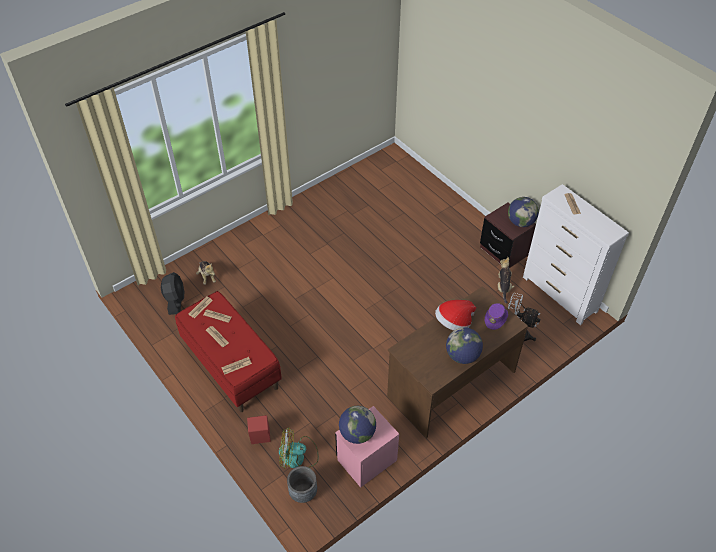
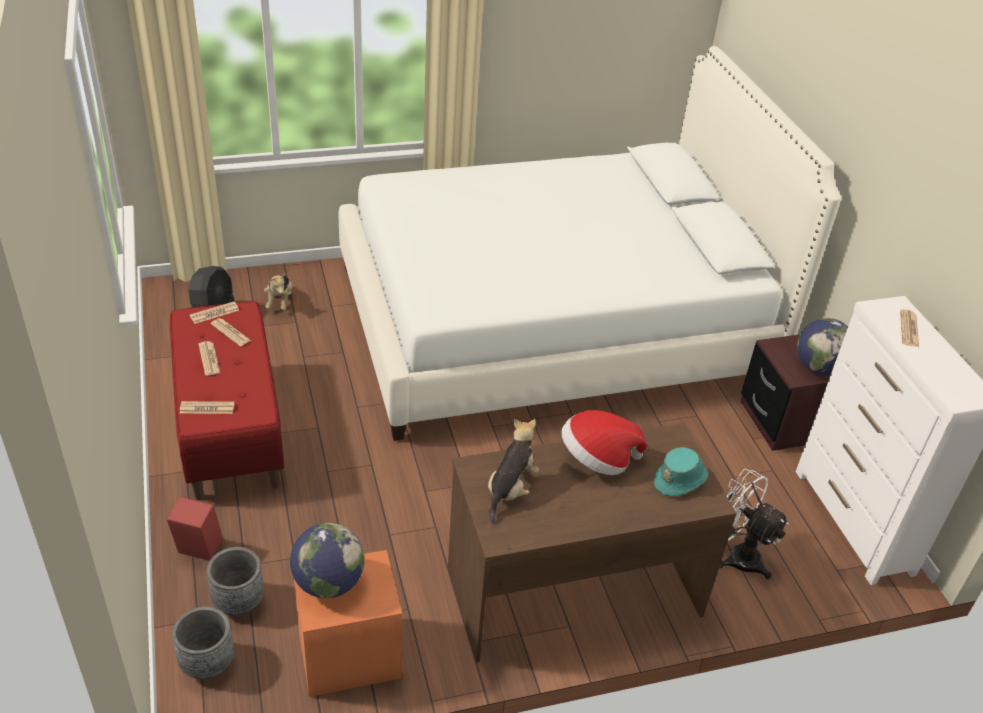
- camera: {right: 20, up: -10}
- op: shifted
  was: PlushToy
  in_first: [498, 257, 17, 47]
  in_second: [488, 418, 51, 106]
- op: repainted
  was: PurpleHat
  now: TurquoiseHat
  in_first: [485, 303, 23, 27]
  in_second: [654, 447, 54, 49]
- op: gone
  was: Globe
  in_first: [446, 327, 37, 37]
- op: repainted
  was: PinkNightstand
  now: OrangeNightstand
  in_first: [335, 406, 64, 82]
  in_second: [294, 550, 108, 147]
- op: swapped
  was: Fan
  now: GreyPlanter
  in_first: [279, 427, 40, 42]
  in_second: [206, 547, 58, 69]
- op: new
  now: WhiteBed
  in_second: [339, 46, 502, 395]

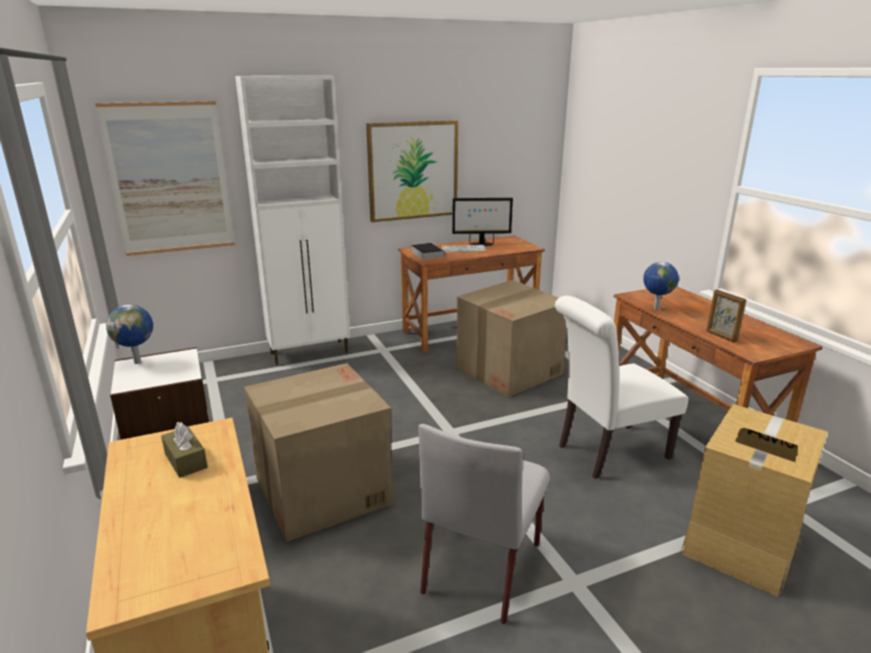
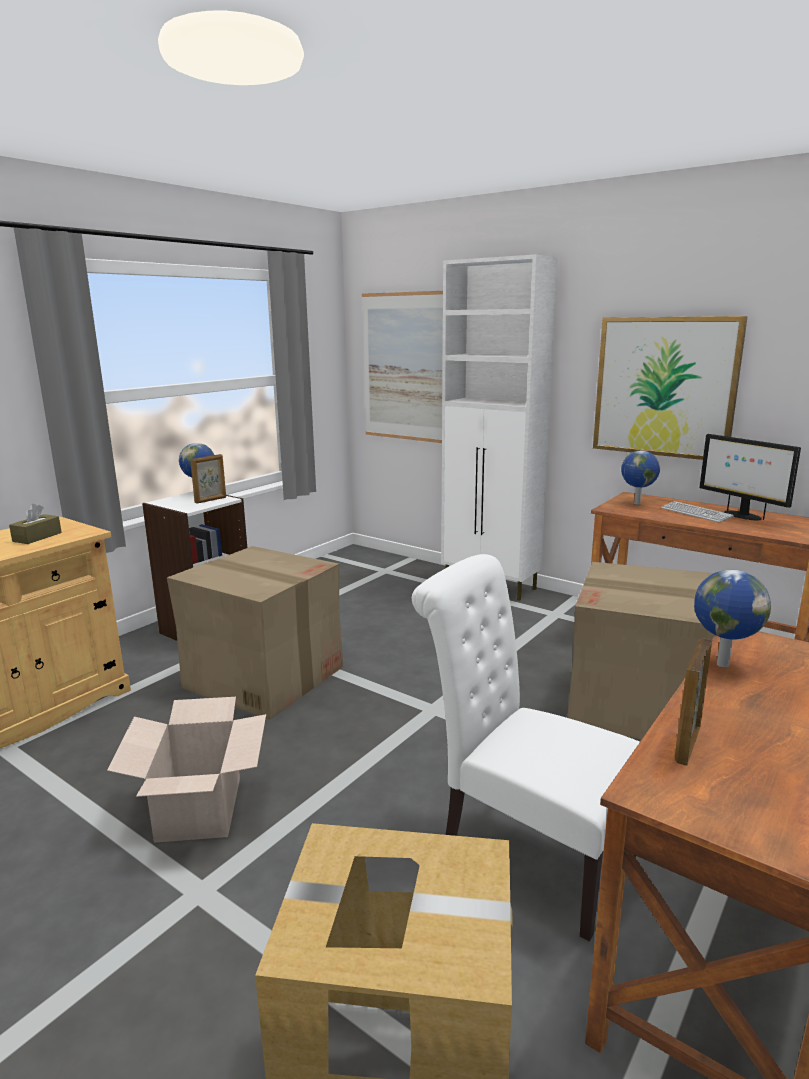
- camera: {right: 60, up: -5}
- op: swapped
  was: Book
  now: Globe
  in_first: [411, 243, 34, 16]
  in_second: [621, 450, 39, 55]
- op: swapped
  was: GreyChair
  now: CardboardBox
  in_first: [418, 424, 132, 200]
  in_second: [107, 697, 159, 146]
- op: new
  now: PictureFrame
  in_second: [190, 454, 36, 50]

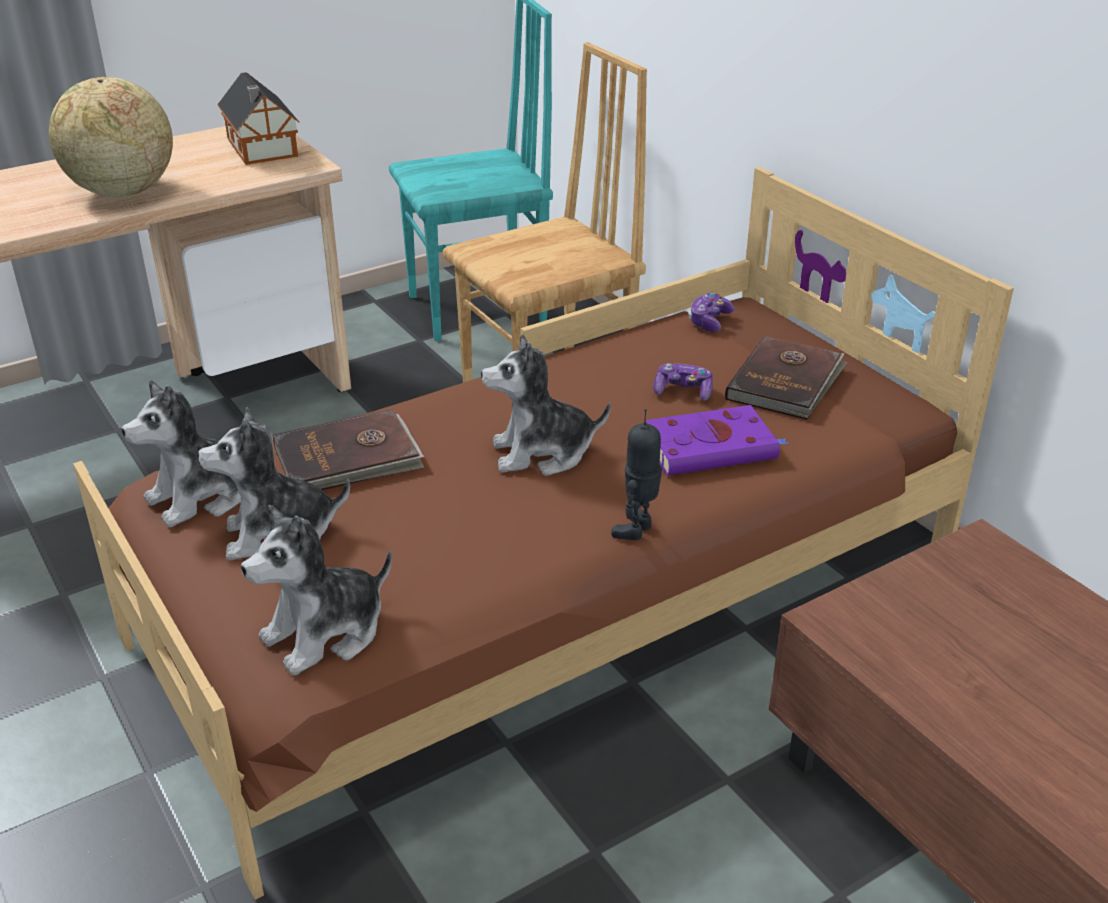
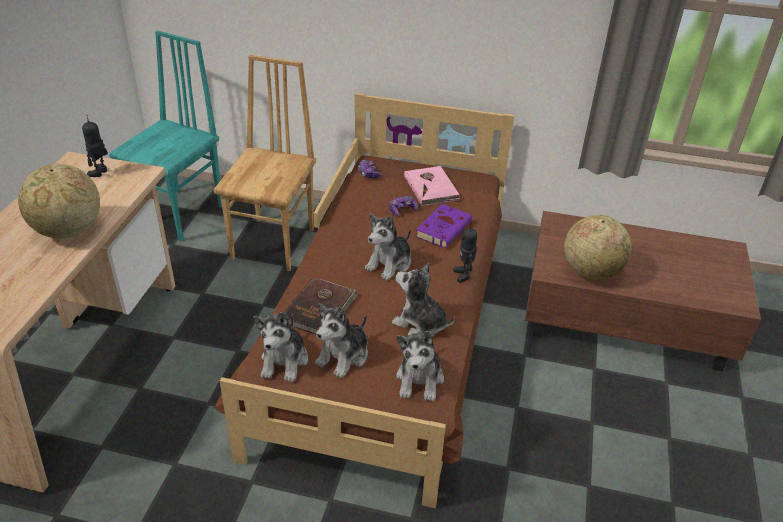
- camera: {right: -45, up: 5}
- op: swapped
  was: ToyHouse
  now: ToyRobot
  in_first: [218, 72, 81, 93]
  in_second: [82, 115, 26, 62]
- op: repainted
  was: BrownBook
  now: PinkBook
  in_first: [725, 336, 123, 84]
  in_second: [404, 166, 56, 40]
- op: new
  now: Globe
  in_second: [564, 215, 68, 65]
- op: new
  now: PlushToy
  in_second: [392, 263, 63, 73]

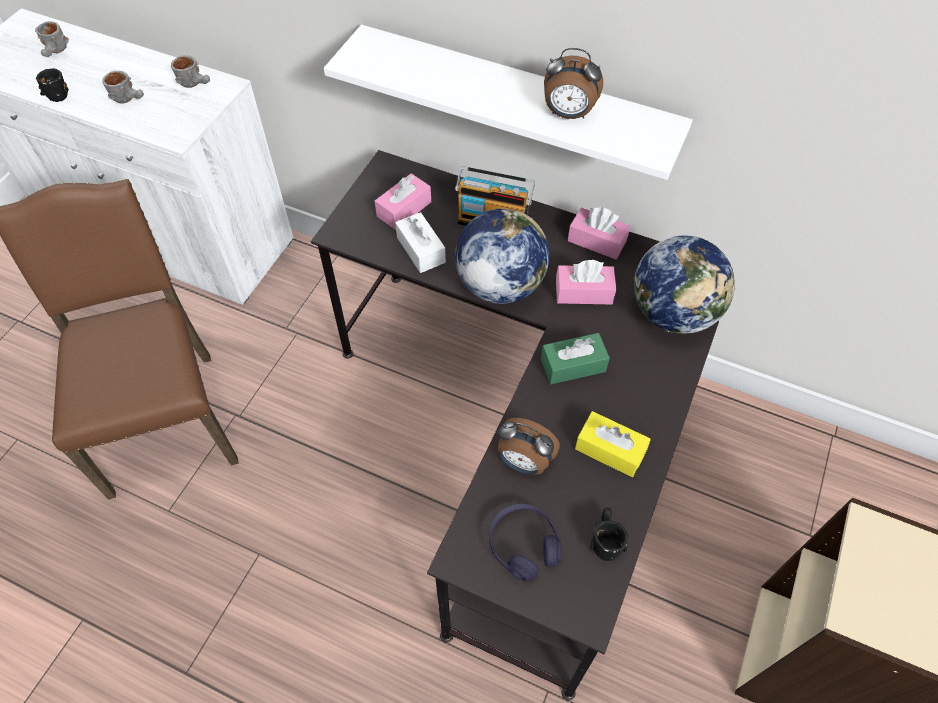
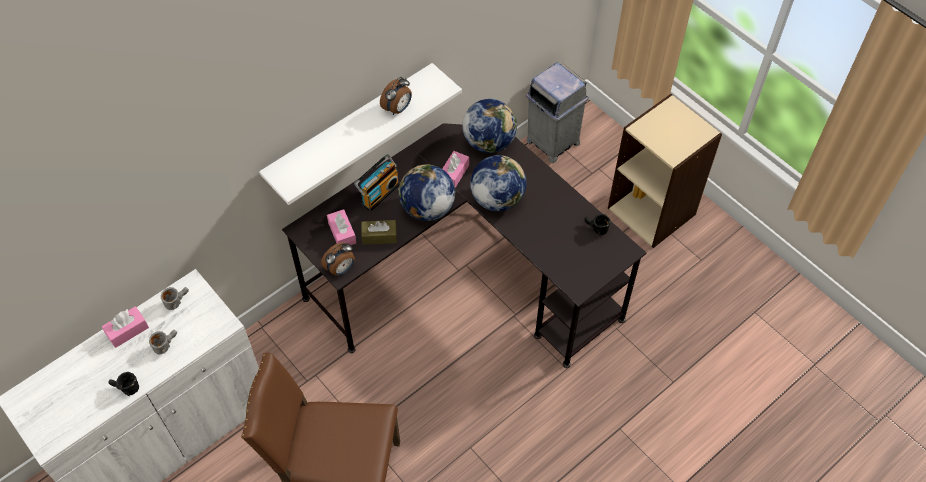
- camera: {right: -65, up: 0}
- op: gone
  was: GreyMug
  in_first: [35, 21, 34, 36]
- op: shifted
  was: PinkTissueBox
  in_first: [568, 207, 62, 52]
  in_second: [102, 306, 47, 42]
- op: repainted
  was: WhiteTissueBox
  now: BrownTissueBox
  in_first: [395, 212, 51, 61]
  in_second: [361, 220, 36, 25]
- op: swapped
  was: GreenTissueBox
  now: Globe
  in_first: [541, 333, 69, 51]
  in_second: [470, 155, 56, 56]
- op: gone
  was: YellowTissueBox
  in_first: [575, 411, 76, 66]
- op: shifted
  was: AlarmClock
  in_first: [497, 418, 63, 57]
  in_second: [321, 242, 34, 34]
- op: gone
  was: PurpleHeadphones
  in_first: [489, 504, 73, 78]
- op: new
  now: GreyTrashCan
  in_second: [526, 63, 63, 100]

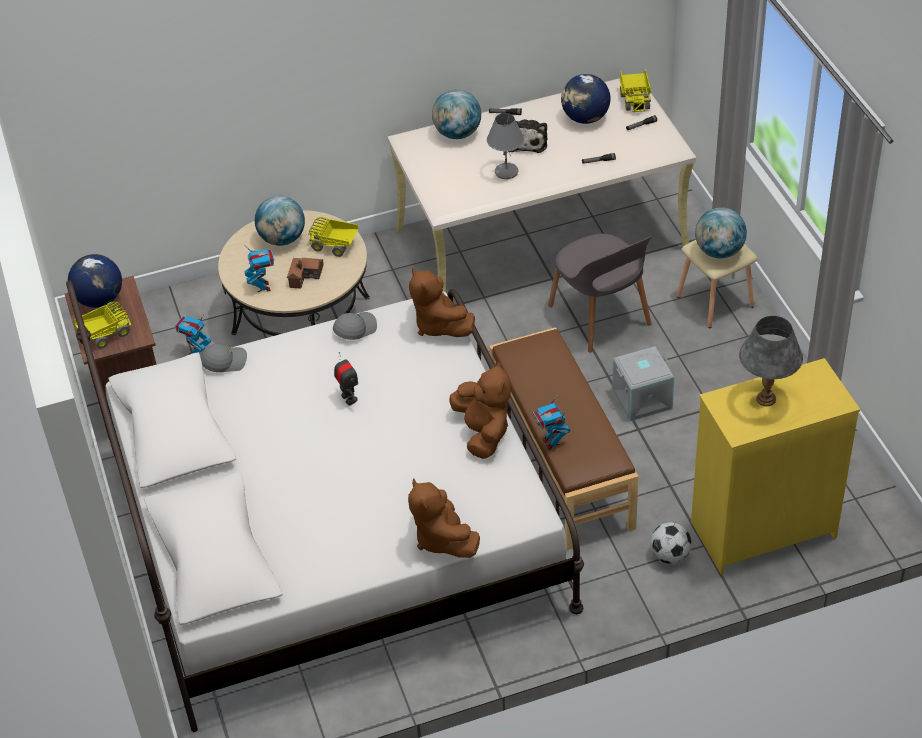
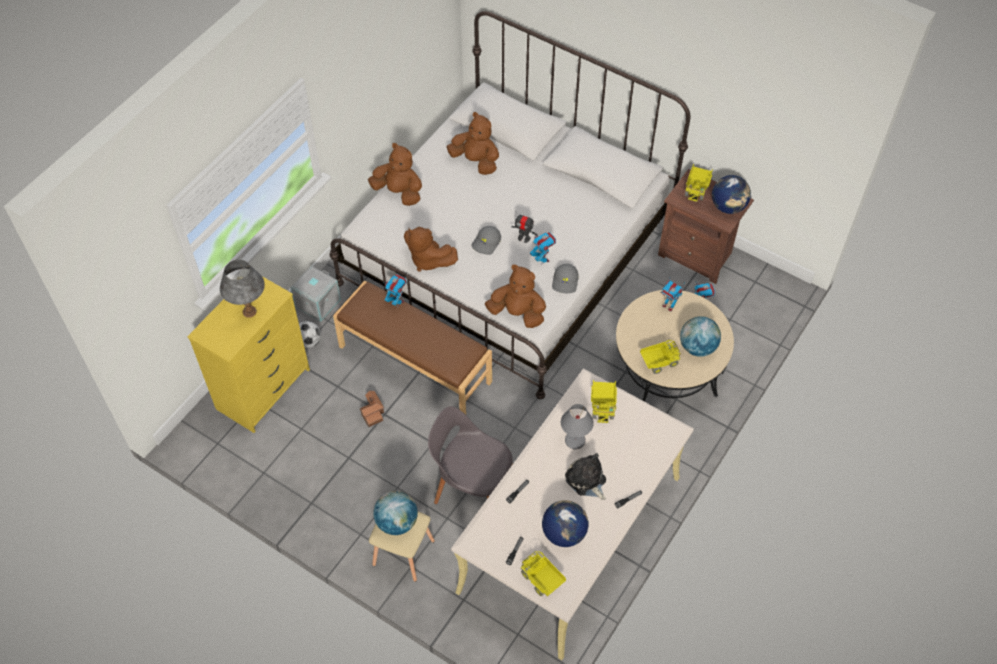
- camera: {right: 140, up: 10}
- op: gone
  was: Globe
  in_first: [432, 90, 49, 49]
- op: shifted
  was: ToyHouse
  in_first: [287, 258, 37, 31]
  in_second: [360, 391, 24, 36]
- op: shifted
  was: GreyCap
  in_first: [200, 344, 47, 28]
  in_second: [471, 226, 30, 29]
- op: shifted
  was: GreyStorageBox
  in_first: [612, 346, 63, 75]
  in_second: [291, 266, 50, 56]
- op: new
  now: BrownPlushToy
  in_second: [446, 112, 53, 63]
- op: new
  now: ToyRobot
  in_second: [530, 232, 26, 32]
- op: new
  now: ToyTruck
  in_second: [591, 380, 26, 43]

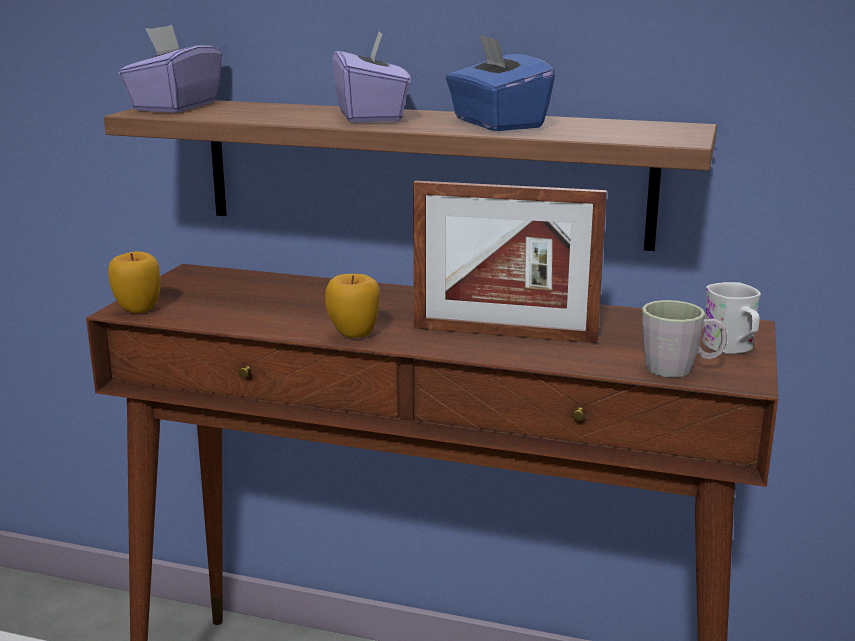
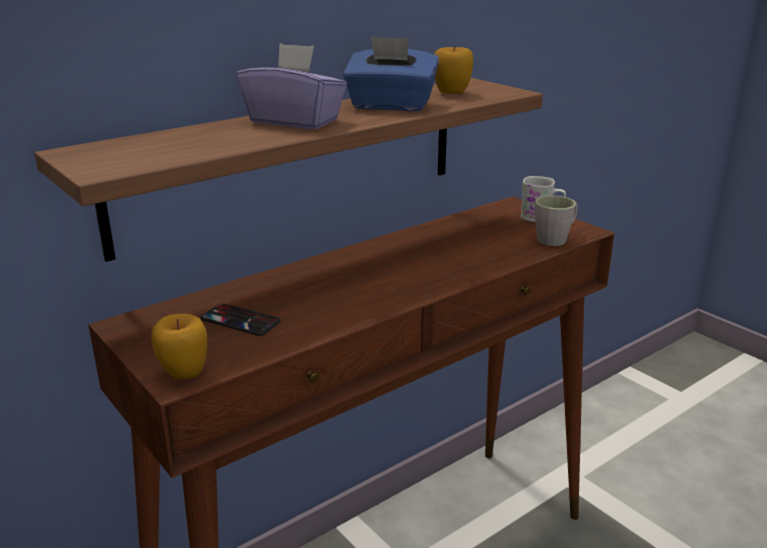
- camera: {right: -55, up: 5}
- op: gone
  was: PurpleTissueBox
  in_first: [118, 25, 104, 88]
- op: gone
  was: PictureFrame
  in_first: [413, 181, 194, 162]
- op: shifted
  was: Apple
  in_first: [325, 274, 55, 64]
  in_second: [434, 46, 39, 48]
- op: new
  now: Phone
  in_second: [201, 303, 80, 33]

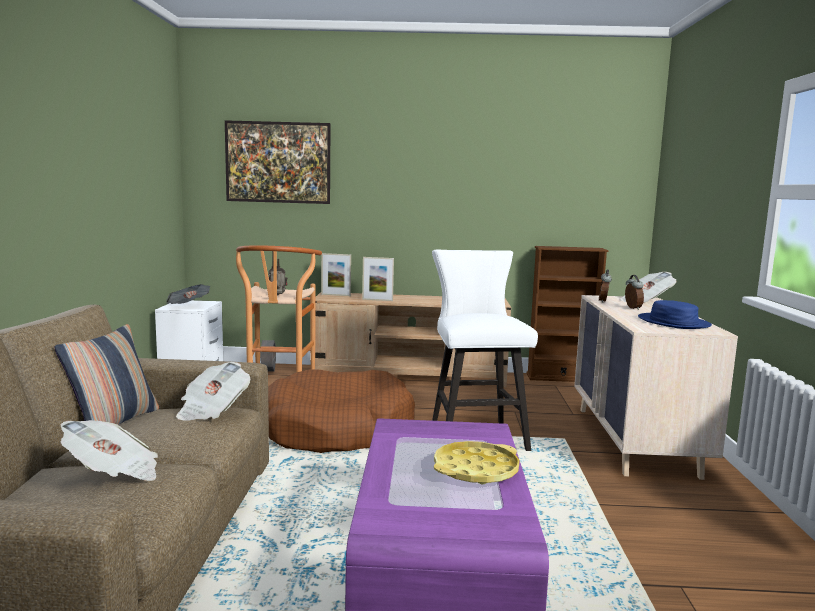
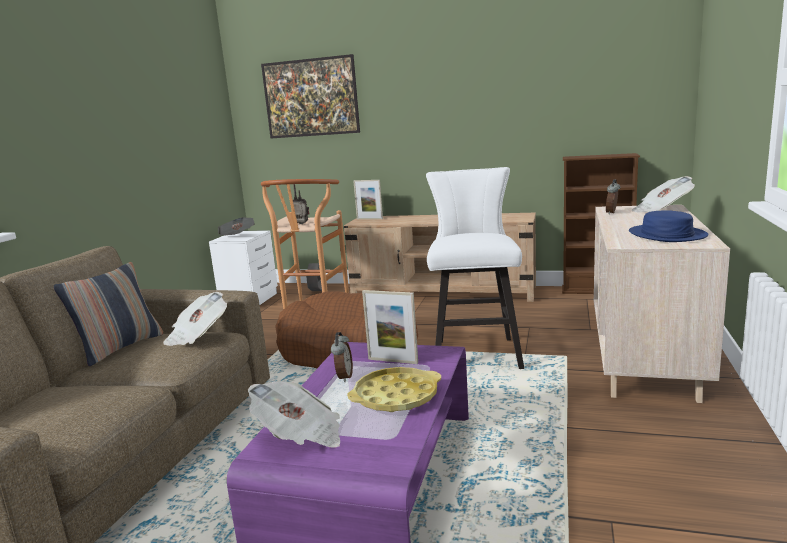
- camera: {right: 15, up: 5}
- op: shifted
  was: PictureFrame
  in_first: [362, 257, 32, 44]
  in_second: [362, 290, 56, 74]
- op: shifted
  was: AlarmClock
  in_first: [625, 275, 19, 35]
  in_second: [331, 332, 22, 50]
- op: shifted
  was: Newspaper
  in_first: [61, 420, 97, 61]
  in_second: [248, 381, 92, 67]

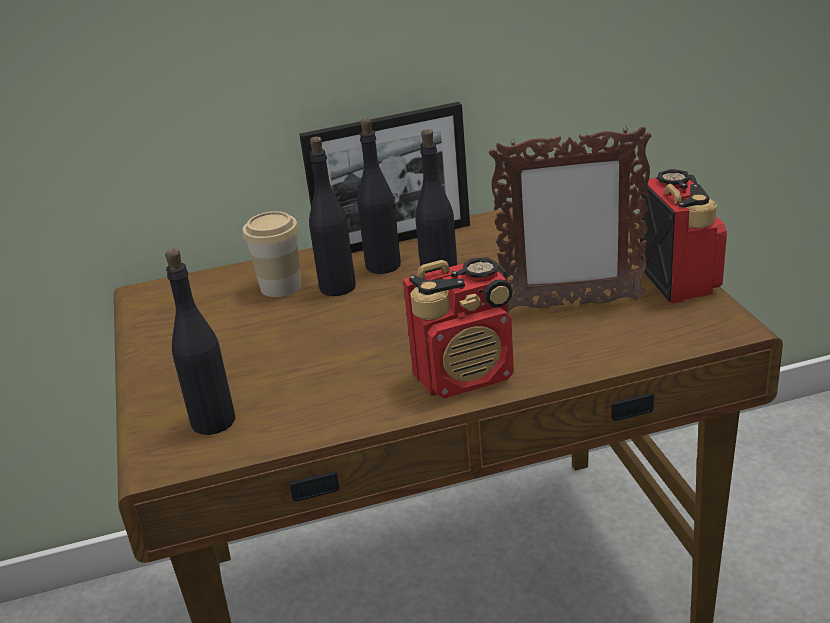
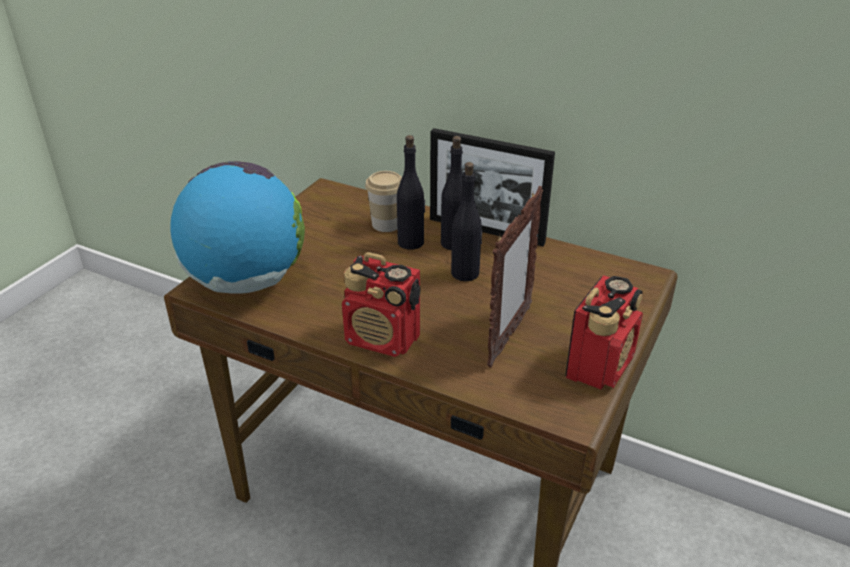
- camera: {right: 40, up: 5}
- op: rotated
  was: PictureFrame
  in_first: [489, 126, 163, 185]
  in_second: [487, 186, 56, 182]
  clockwise: -105
- op: swapped
  was: BlackBottle
  now: Globe
  in_first: [165, 249, 70, 186]
  in_second: [170, 161, 135, 133]

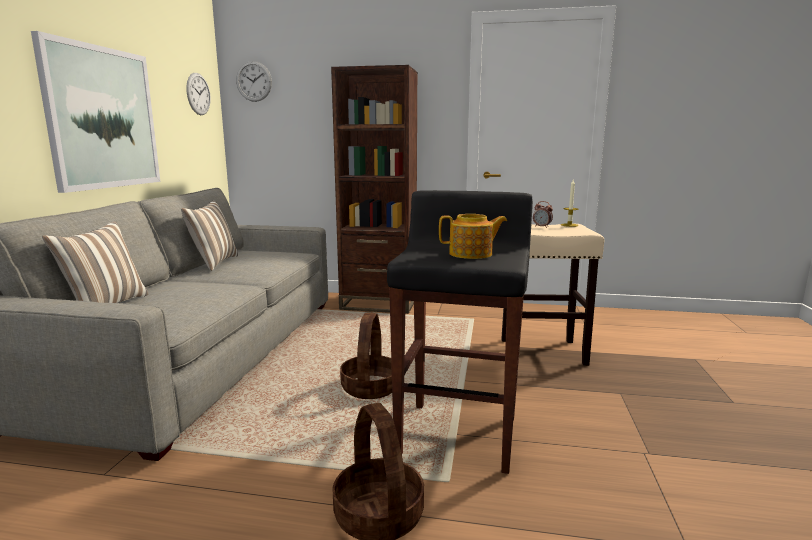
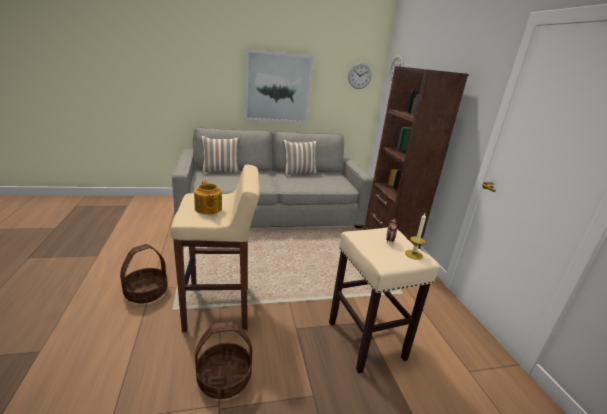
- camera: {right: 65, up: 10}
- op: repainted
  was: BlackStool
  now: BeigeStool
  in_first: [387, 190, 146, 284]
  in_second: [171, 165, 89, 167]
- op: shifted
  was: Basket
  in_first: [340, 313, 52, 86]
  in_second: [195, 322, 57, 77]

